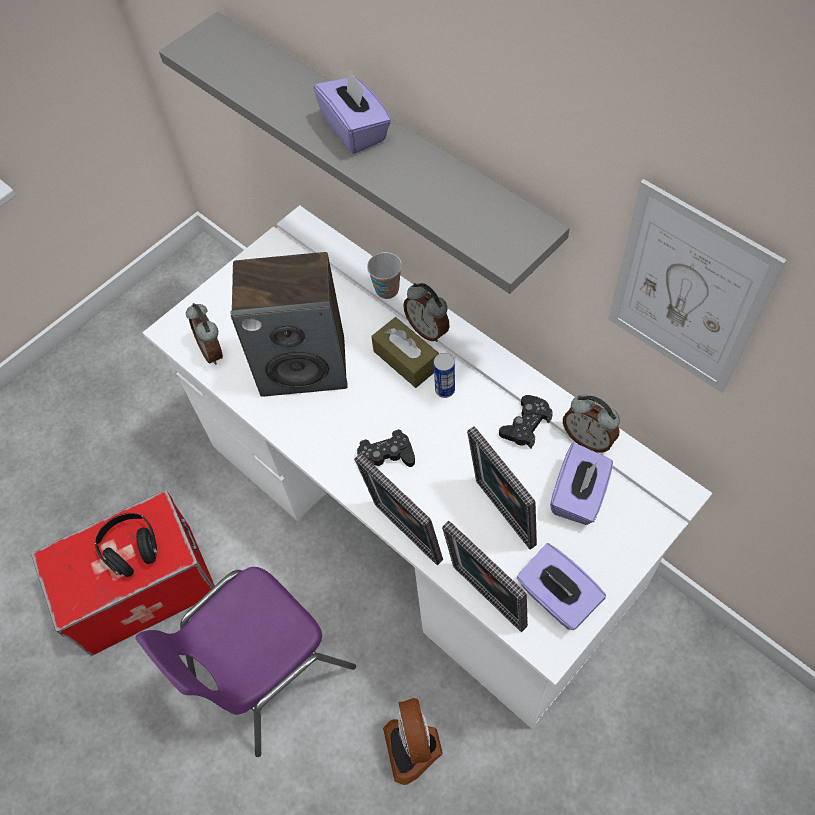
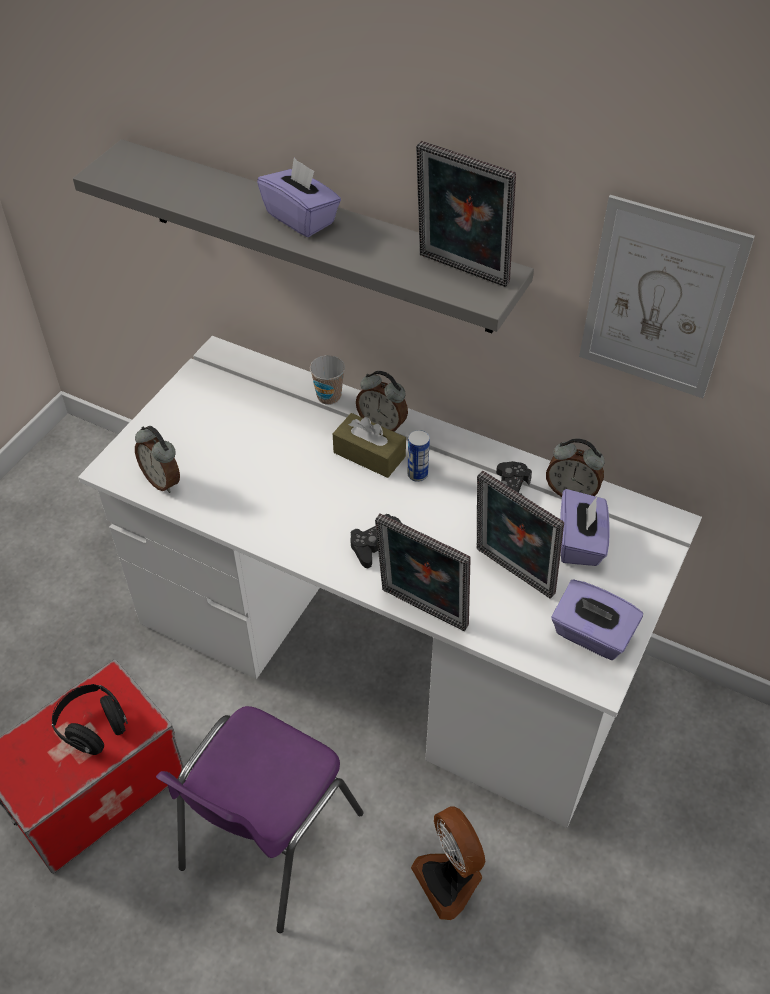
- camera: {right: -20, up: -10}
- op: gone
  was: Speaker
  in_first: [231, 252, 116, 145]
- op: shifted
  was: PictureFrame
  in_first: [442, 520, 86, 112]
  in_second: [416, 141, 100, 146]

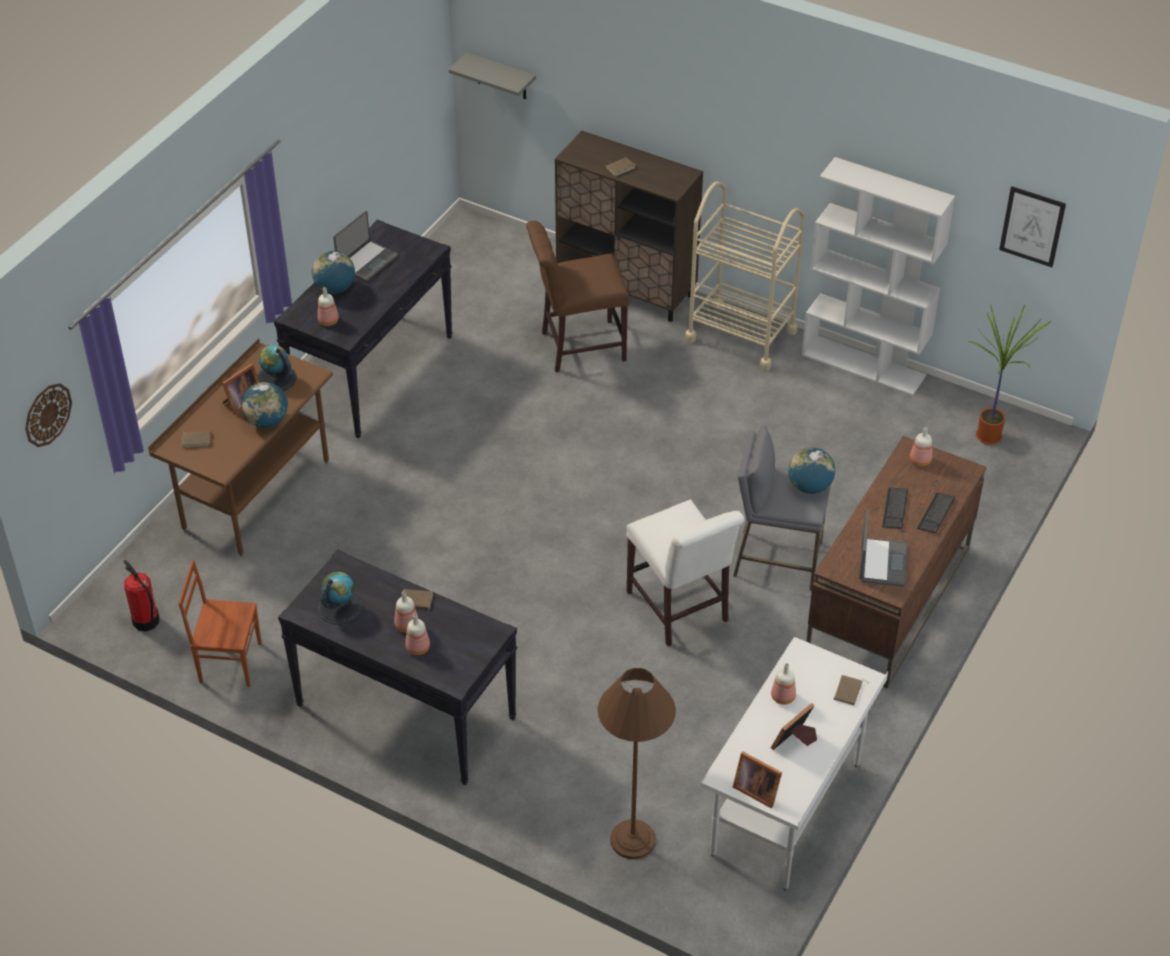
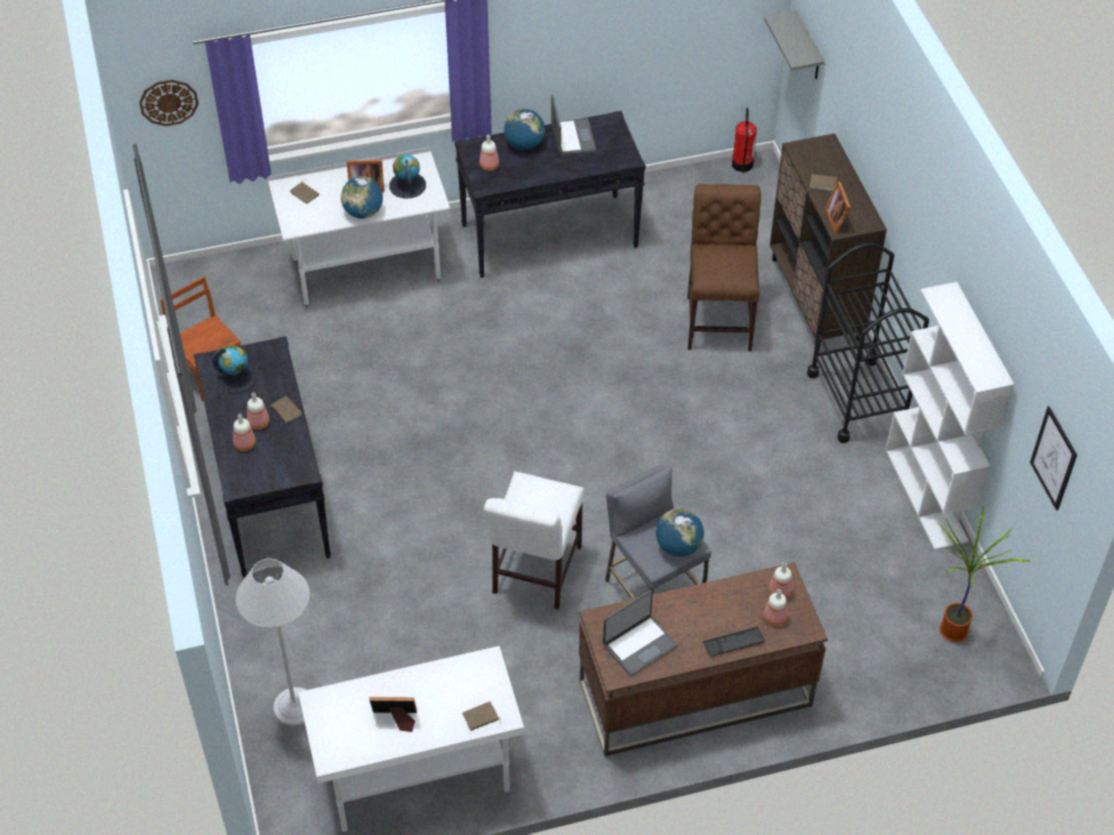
- camera: {right: 45, up: 5}
- op: repainted
  was: BeigeCart
  now: BlackCart
  in_first: [685, 181, 120, 190]
  in_second: [807, 243, 122, 200]
- op: rotated
  was: Laptop
  in_first: [333, 211, 65, 71]
  in_second: [551, 95, 45, 61]
  clockwise: -90
- op: rotated
  was: BrownChair
  in_first: [526, 221, 103, 151]
  in_second: [687, 184, 74, 167]
  clockwise: 60
- op: repainted
  was: BrownDesk
  now: WhiteDesk
  in_first: [148, 338, 185, 218]
  in_second: [268, 147, 182, 160]
- op: gone
  was: Keyboard
  in_first: [882, 488, 26, 41]
- op: shifted
  was: FireExtinguisher
  in_first: [123, 560, 36, 71]
  in_second: [732, 108, 25, 64]
- op: shifted
  was: Bottle
  in_first: [771, 663, 25, 42]
  in_second: [764, 589, 24, 37]
- op: repainted
  was: BrownFloorLamp
  now: WhiteFloorLamp
  in_first: [598, 668, 78, 191]
  in_second: [236, 558, 74, 168]
- op: shifted
  was: PictureFrame
  in_first: [733, 752, 49, 56]
  in_second: [825, 182, 26, 52]

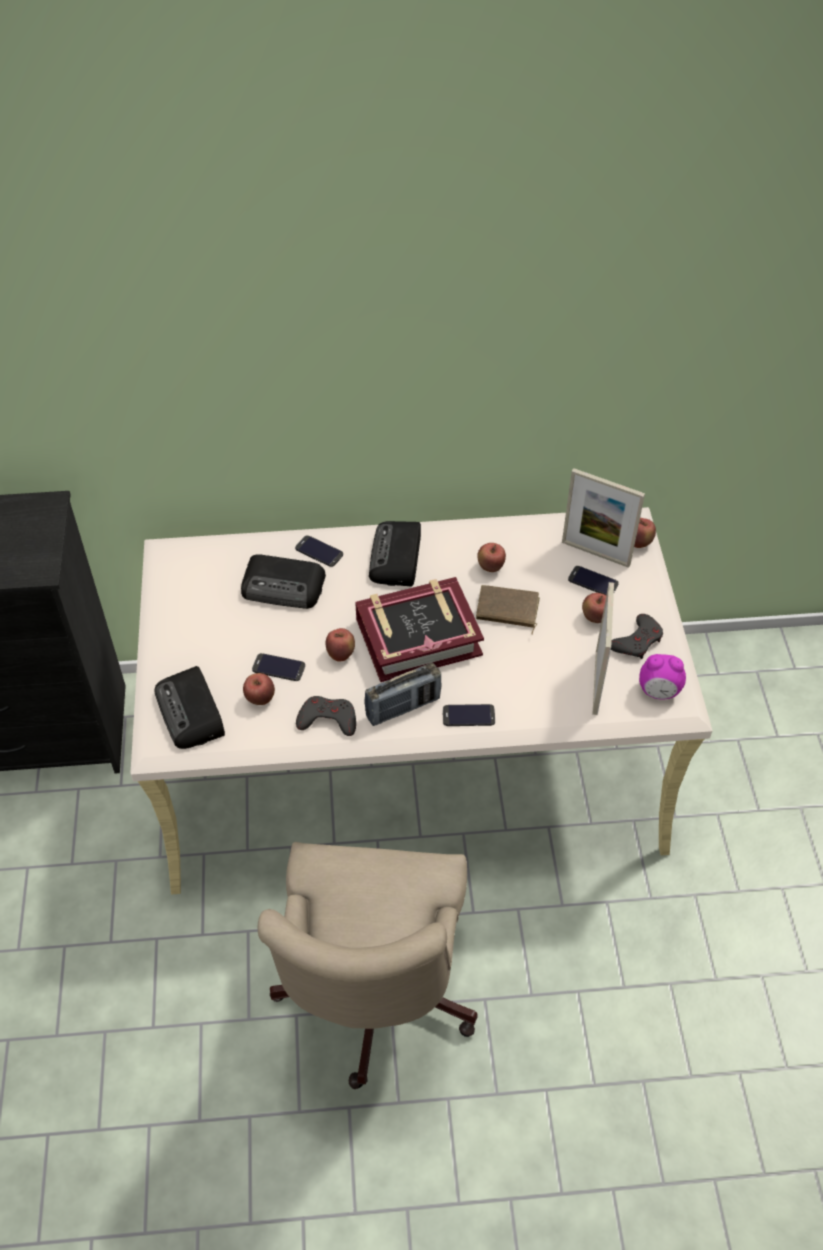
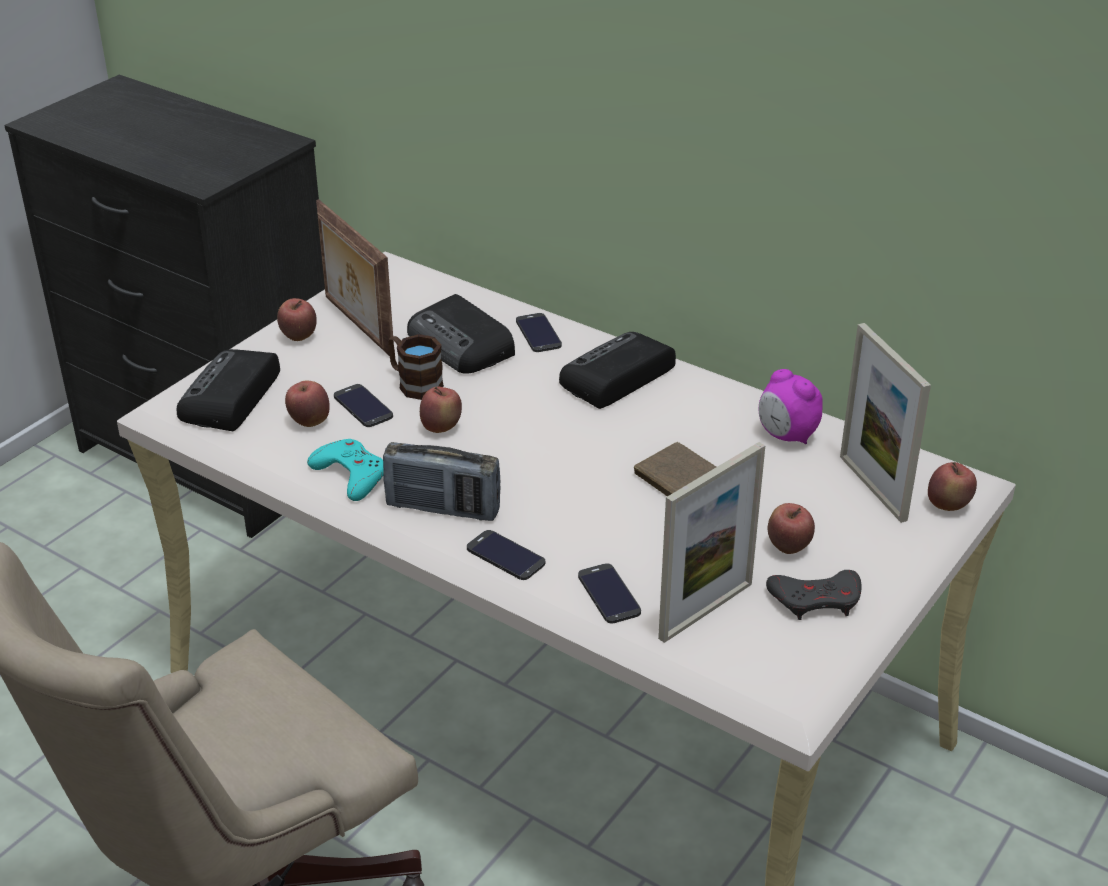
- camera: {right: 40, up: -15}
- op: shifted
  was: Apple
  in_first: [477, 543, 29, 29]
  in_second: [277, 298, 40, 43]
- op: shifted
  was: Phone
  in_first: [568, 566, 51, 29]
  in_second: [578, 563, 63, 60]
- op: gone
  was: Book
  in_first: [355, 577, 129, 105]
- op: shifted
  was: AlarmClock
  in_first: [639, 654, 47, 46]
  in_second: [759, 369, 64, 76]
- op: repainted
  was: GreyGameController
  now: TurquoiseGameController
  in_first: [296, 696, 60, 40]
  in_second: [307, 439, 76, 62]
- op: new
  now: PictureFrame
  in_second: [316, 199, 78, 157]
- op: new
  now: BrownMug
  in_second: [388, 334, 56, 66]

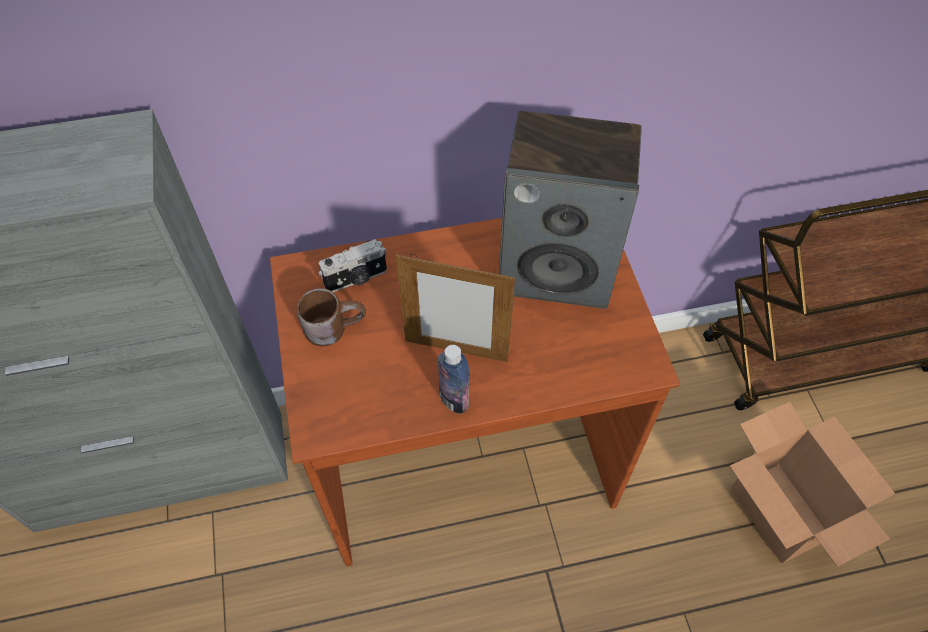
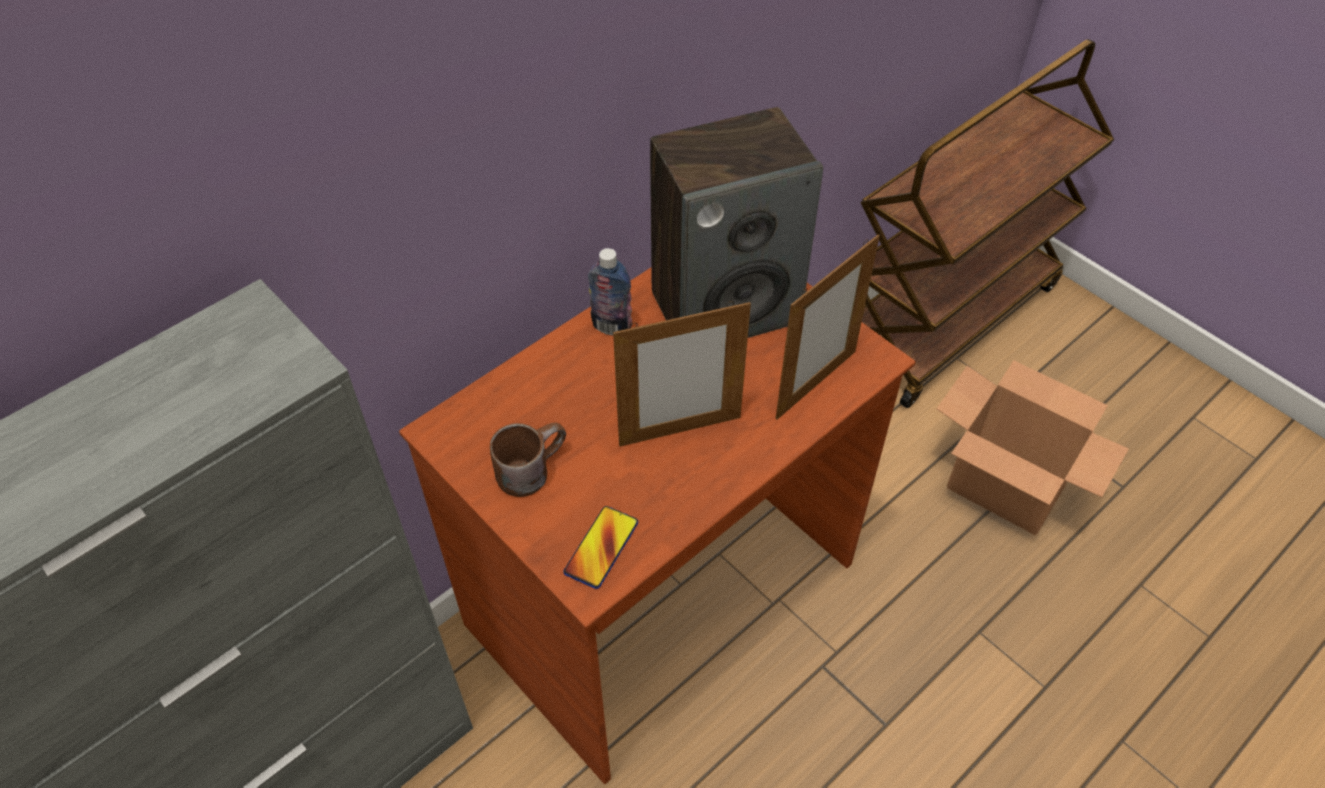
- camera: {right: -30, up: -5}
- op: gone
  was: PhotoCamera
  in_first: [319, 239, 68, 53]
- op: shifted
  was: Bottle
  in_first: [438, 345, 31, 69]
  in_second: [588, 248, 44, 87]
- op: new
  now: PictureFrame
  in_second: [776, 235, 104, 184]
- op: new
  now: Phone
  in_second: [563, 506, 75, 83]

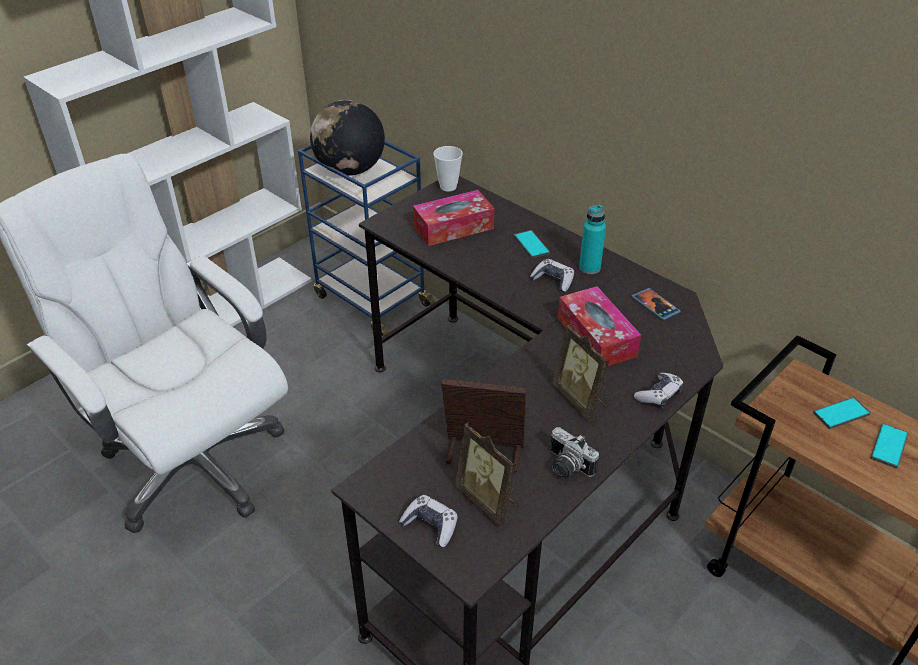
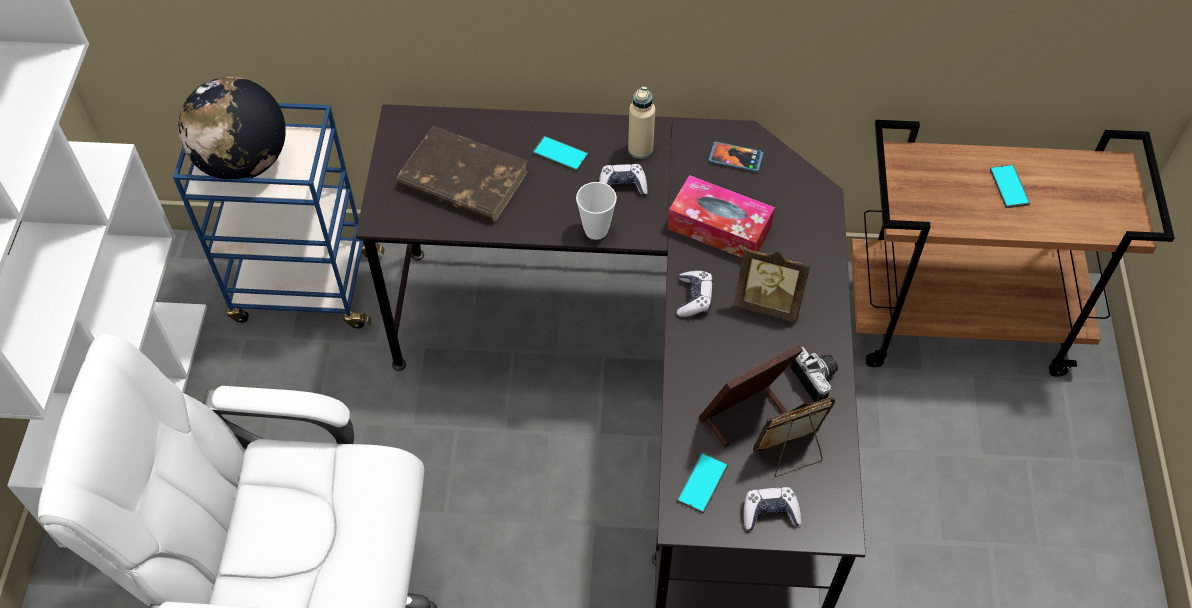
- camera: {right: -40, up: 15}
- op: shifted
  was: Cup
  in_first: [434, 146, 29, 45]
  in_second: [576, 182, 41, 58]
- op: swapped
  was: TissueBox
  now: BrownBook
  in_first: [413, 190, 81, 56]
  in_second: [397, 126, 132, 96]
- op: repainted
  was: TurquoiseBottle
  now: BeigeBottle
  in_first: [579, 205, 27, 69]
  in_second: [628, 86, 27, 73]
- op: shifted
  was: GameController
  in_first: [634, 373, 50, 34]
  in_second: [677, 271, 36, 46]
- op: shifted
  was: Phone
  in_first: [813, 397, 58, 32]
  in_second: [677, 452, 51, 61]
- op: rotated
  was: PictureFrame
  in_first: [455, 422, 64, 105]
  in_second: [753, 396, 83, 81]
  clockwise: 150
- op: rotated
  was: PhotoCamera
  in_first: [550, 427, 49, 51]
  in_second: [790, 347, 48, 55]
  clockwise: -120

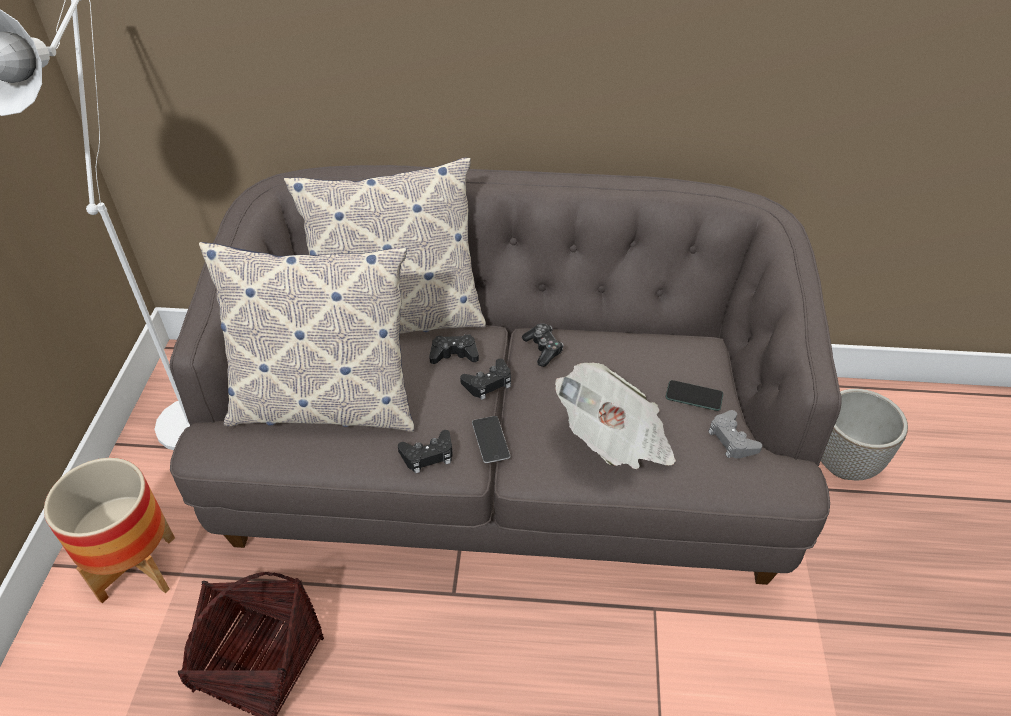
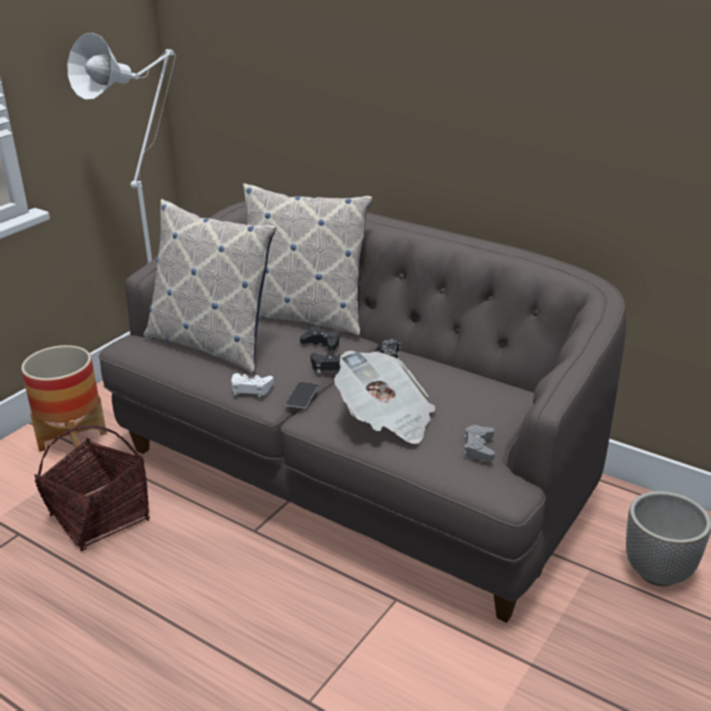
- camera: {right: 30, up: -15}
- op: gone
  was: Phone
  in_first: [666, 380, 57, 31]
- op: repainted
  was: BlackGameController
  now: WhiteGameController
  in_first: [398, 430, 55, 44]
  in_second: [231, 373, 43, 24]

